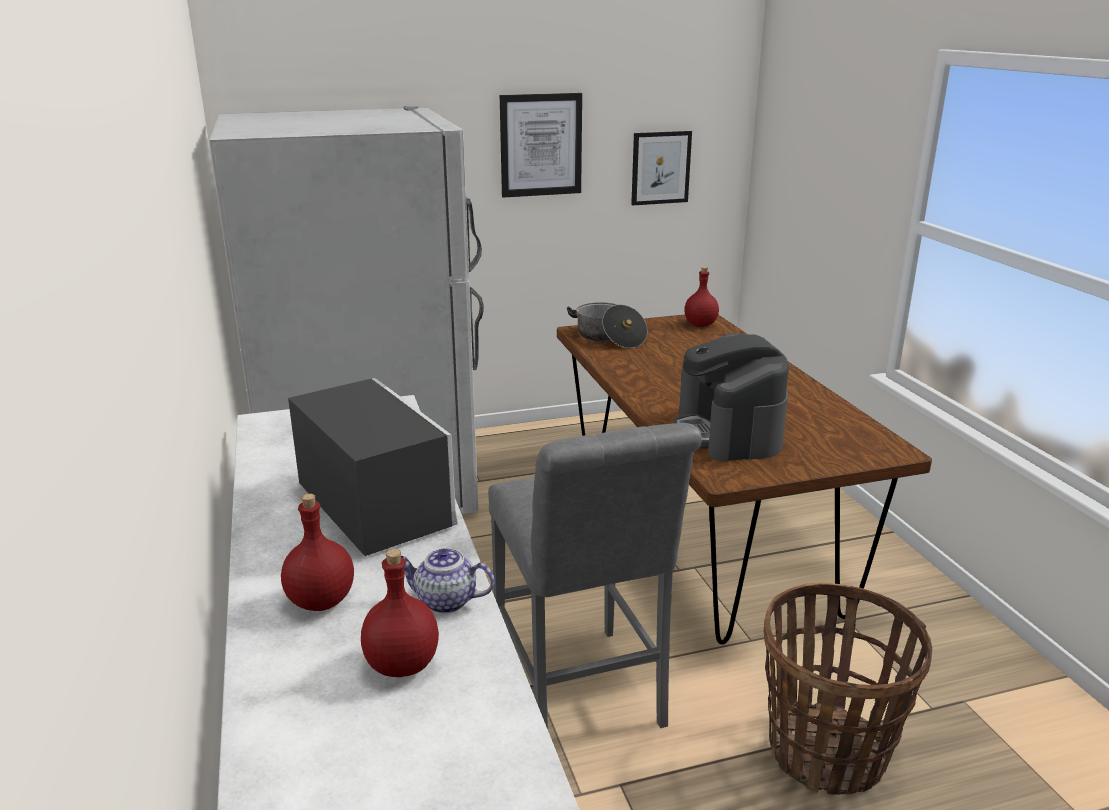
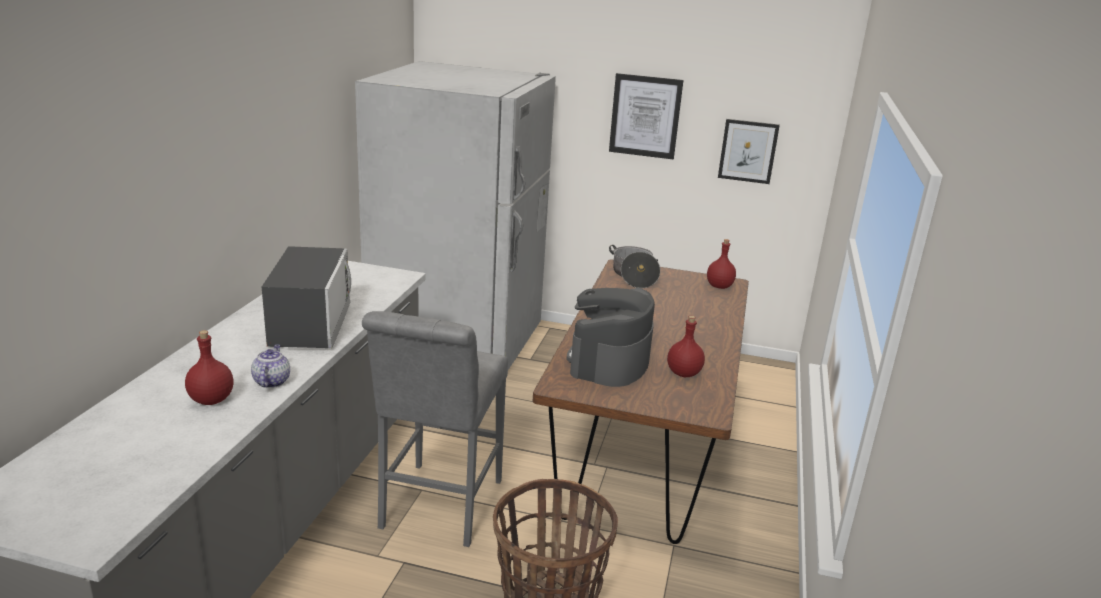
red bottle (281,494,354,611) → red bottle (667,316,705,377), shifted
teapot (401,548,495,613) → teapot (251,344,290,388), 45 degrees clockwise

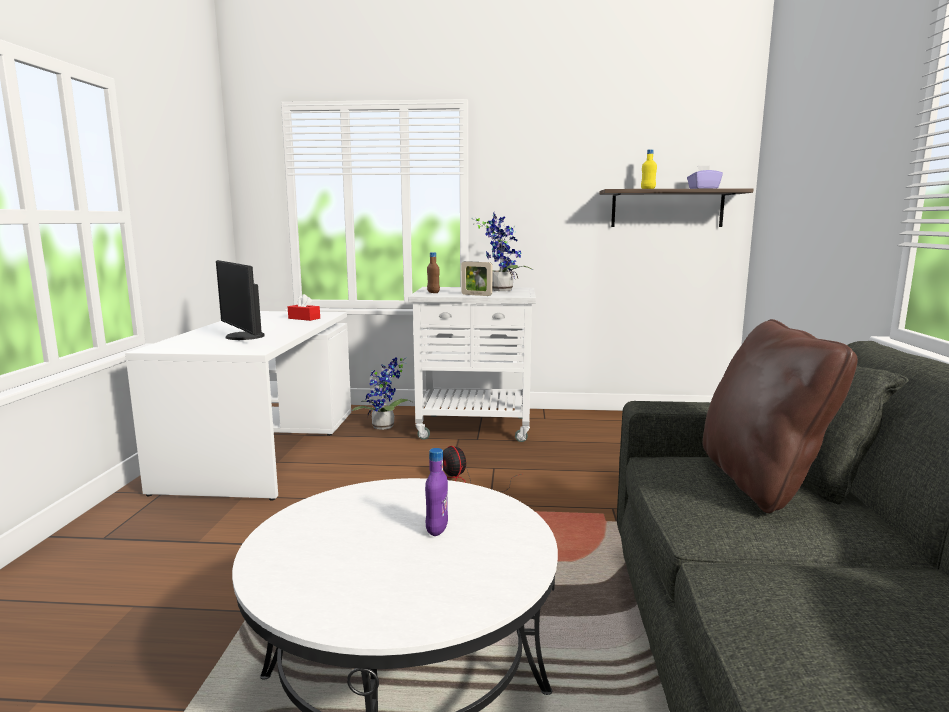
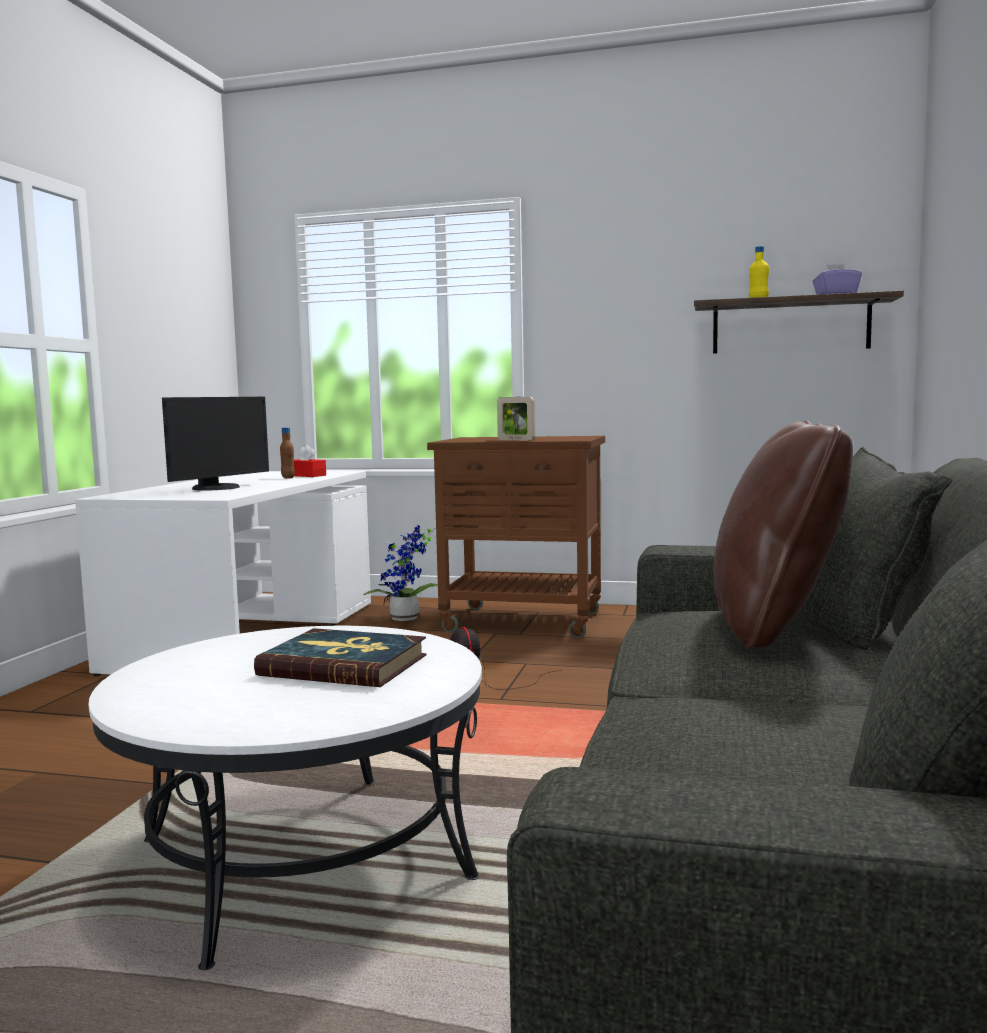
potted plant (472,212,533,291) → -
brown bottle (427,252,440,293) → brown bottle (280,427,295,479), shifted
monitor (216,260,265,340) → monitor (162,397,269,491), 120 degrees counterclockwise
white-coloured wheeled cart (408,287,536,442) → brown wheeled cart (427,436,605,638)
purplish bottle (425,448,448,536) → book (254,628,427,687)

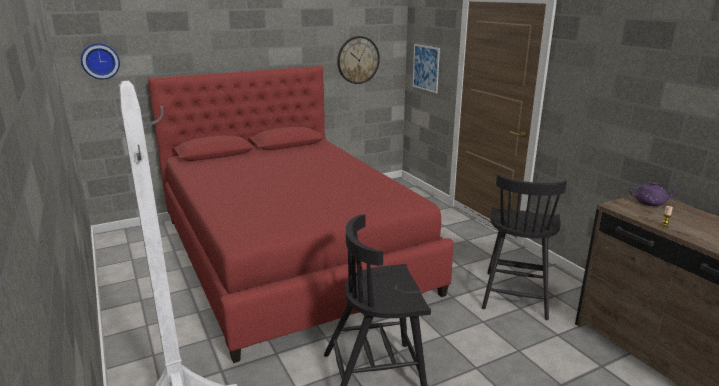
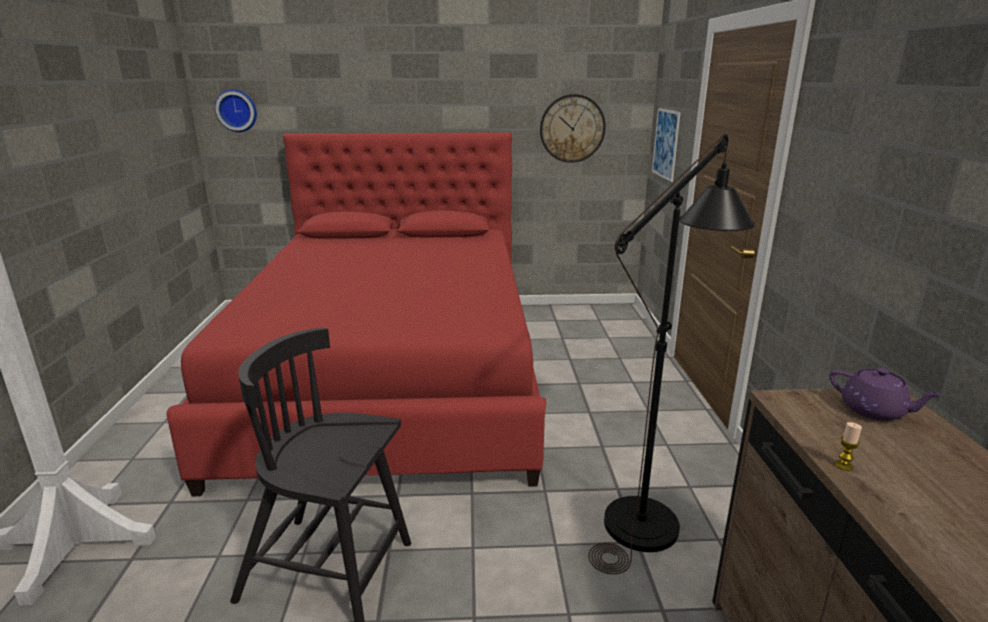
blackish plain chair (482,174,567,320) → blackish floor lamp (588,134,755,574)

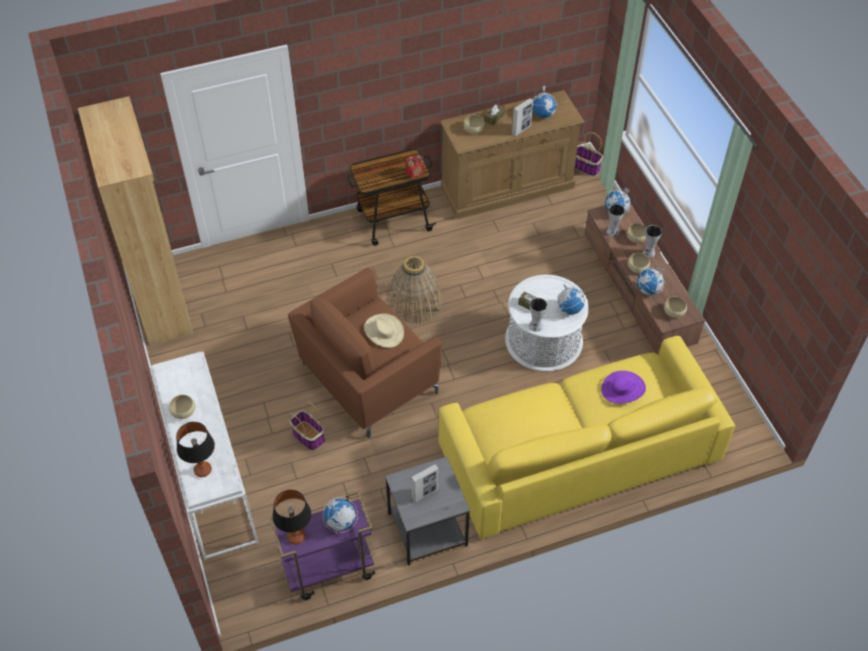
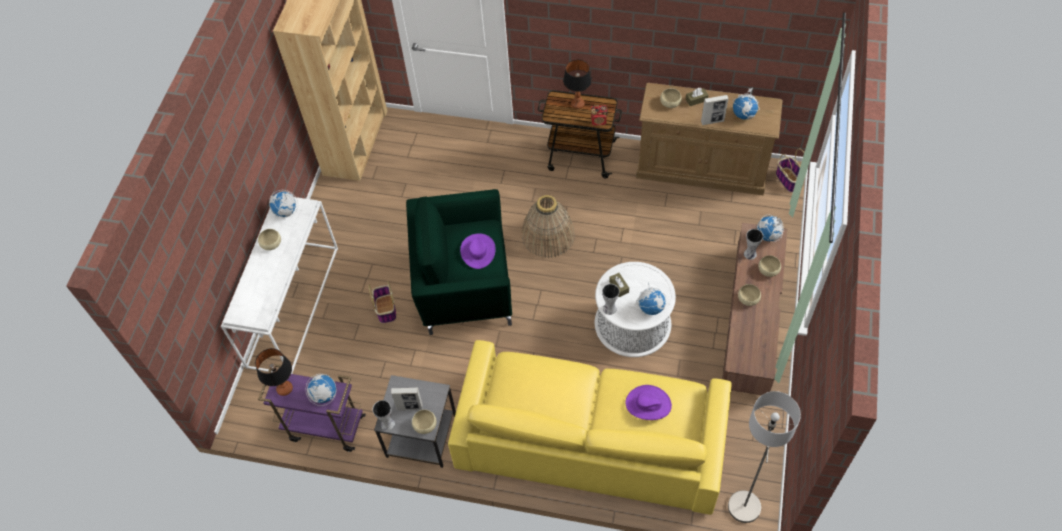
decorative vase (642,225,662,258) → decorative vase (373,400,395,431), shifted
desk globe (637,267,664,295) → desk globe (269,190,298,217), shifted
brown easy chair (288,268,442,438) → green easy chair (406,189,512,335)
beige-coloured bowl (664,296,687,318) → beige-coloured bowl (412,410,437,434), shifted
beige-coloured wearable hat (364,314,404,348) → purplish wearable hat (460,233,496,269)
tabletop lamp (176,422,215,477) → tabletop lamp (563,60,592,109), shifted
- → greyish floor lamp (728,391,801,523)

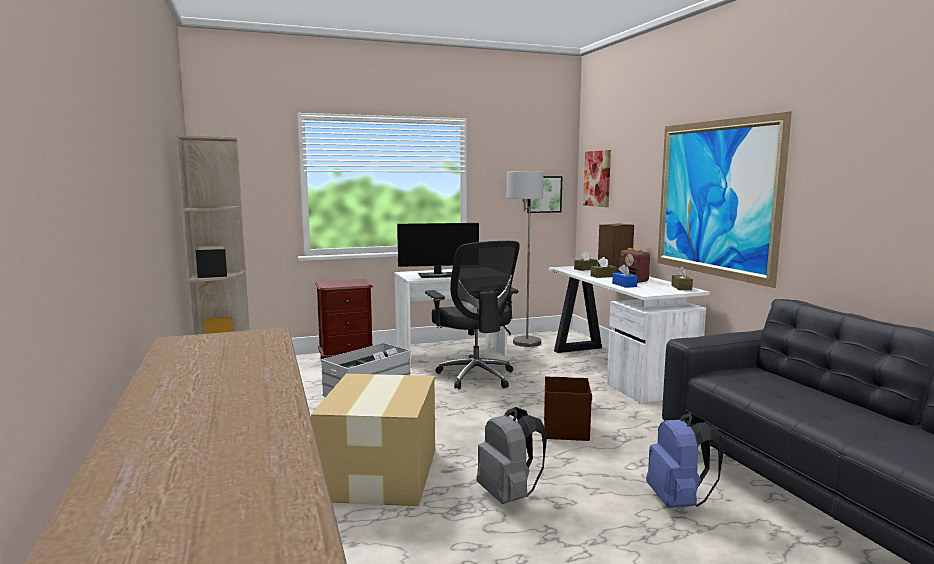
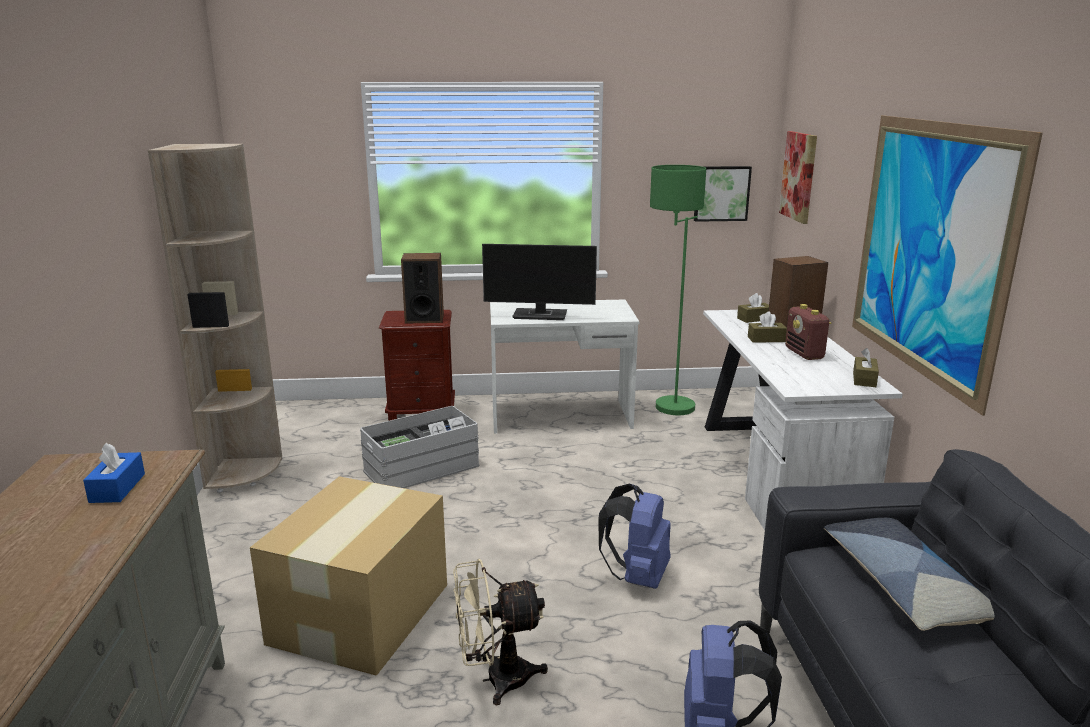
greyish floor lamp (507,172,544,347) → green floor lamp (650,165,706,415)
computer chair (425,241,520,389) → -
blue tissue box (612,264,638,288) → blue tissue box (83,443,145,503), shifted
brown storage container (544,376,592,441) → blue backpack (598,483,671,589)
greyish backpack (476,407,547,504) → beige-coloured cooling fan (453,559,548,706)
- → speaker (401,253,444,324)
- → cushion (824,518,994,631)

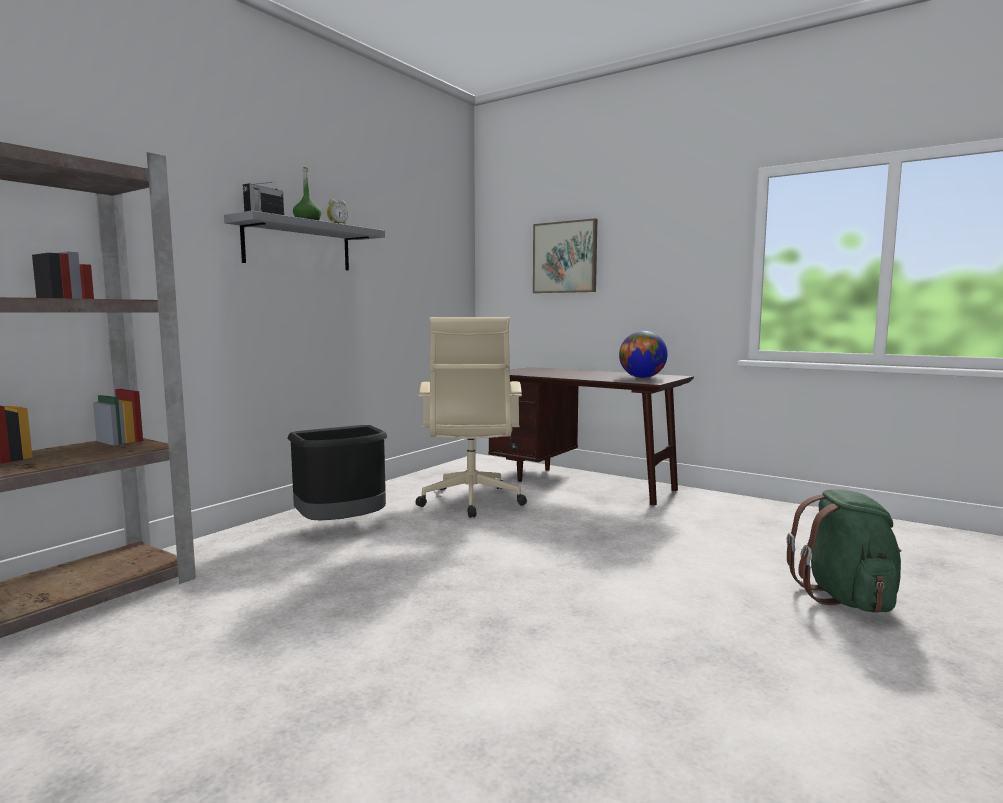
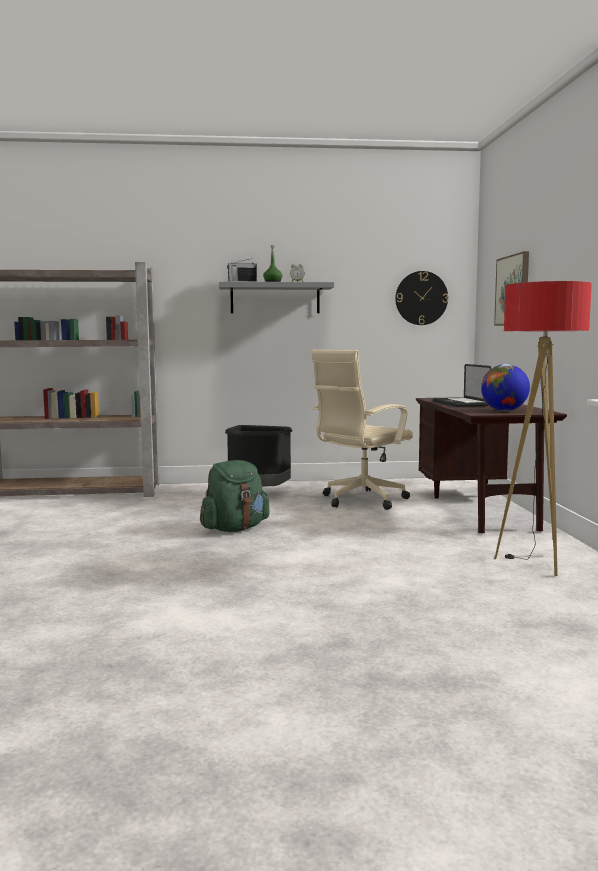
green backpack (787,489,902,613) → green backpack (200,460,270,532), shifted
- → clock on the wall (395,271,448,325)
- → floor lamp (494,281,592,576)
- → portable computer (433,364,491,407)

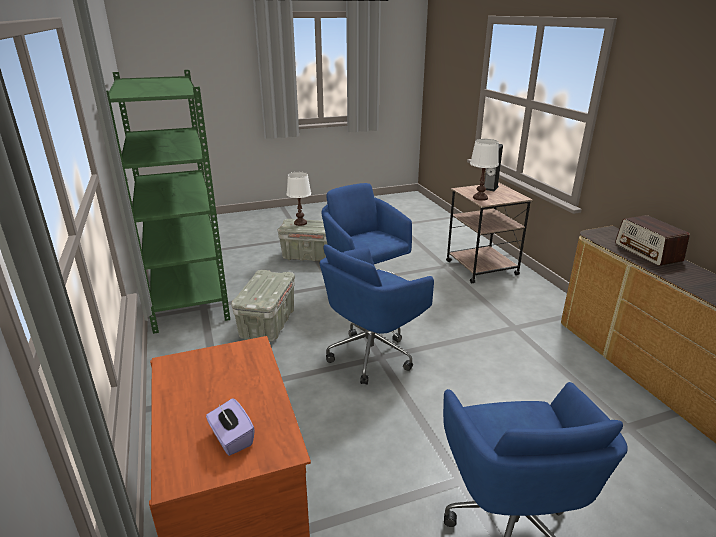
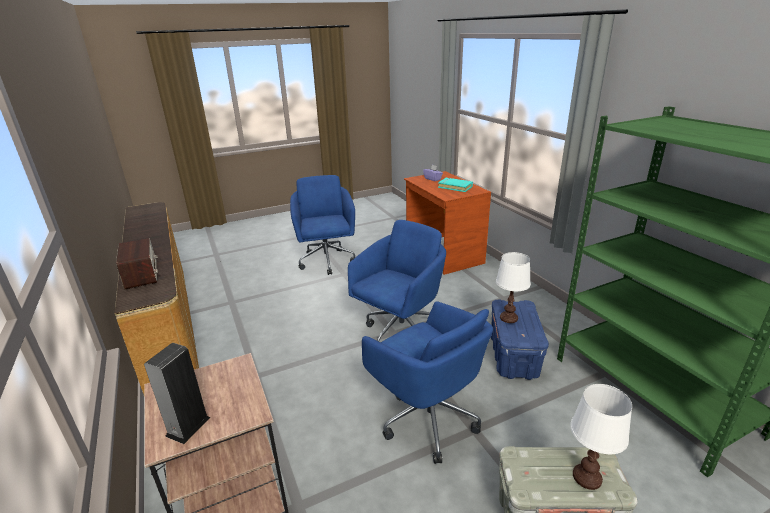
white-coloured tabletop lamp (470,139,499,201) → white-coloured tabletop lamp (496,252,531,323), shifted
greyish storage container (231,270,295,342) → blue storage container (491,300,549,380)
- → turquoise book (438,178,473,192)

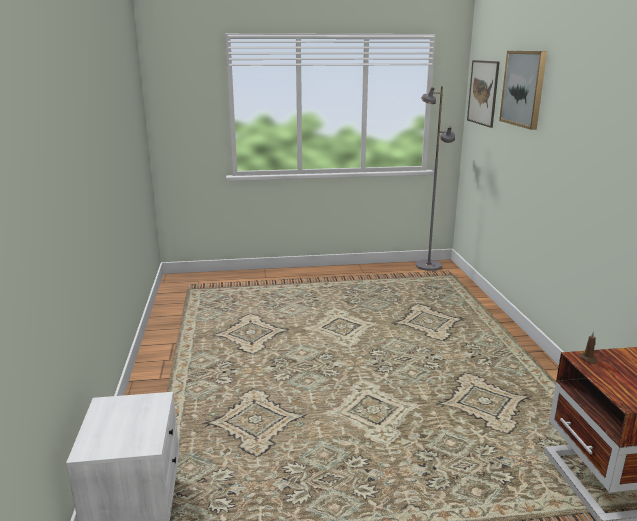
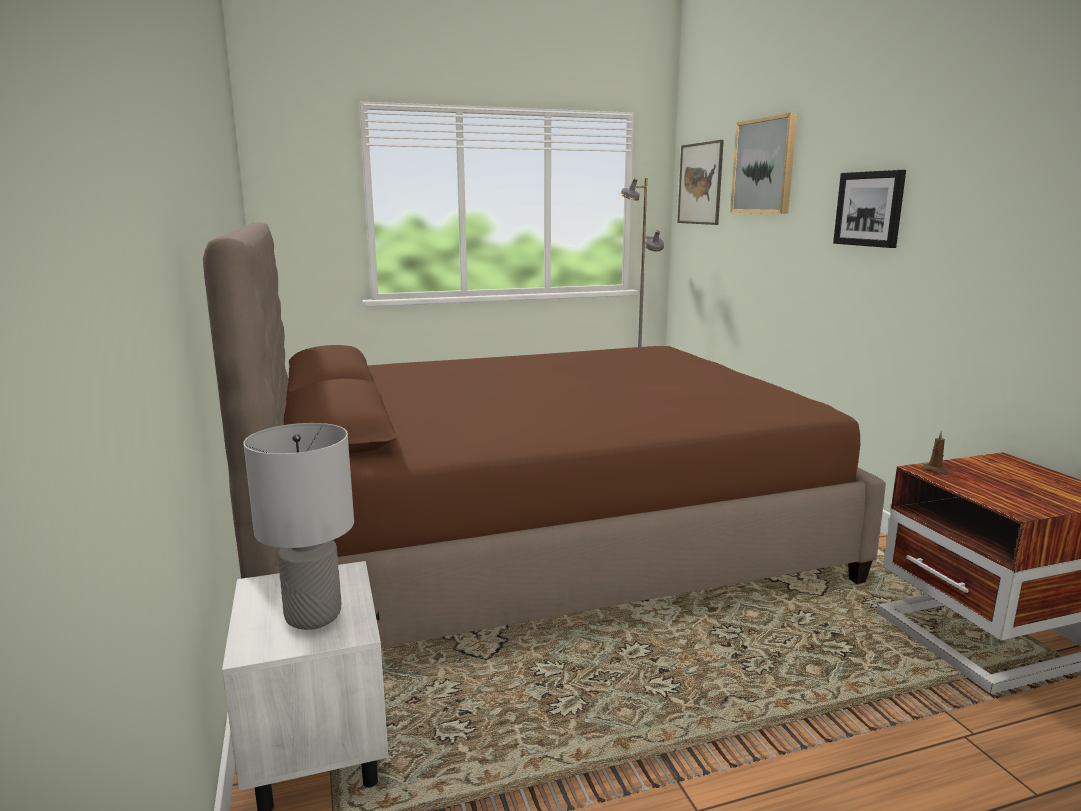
- → wall picture (833,170,906,248)
- → brown bedroom bed (203,222,886,648)
- → greyish tabletop lamp (243,423,354,630)

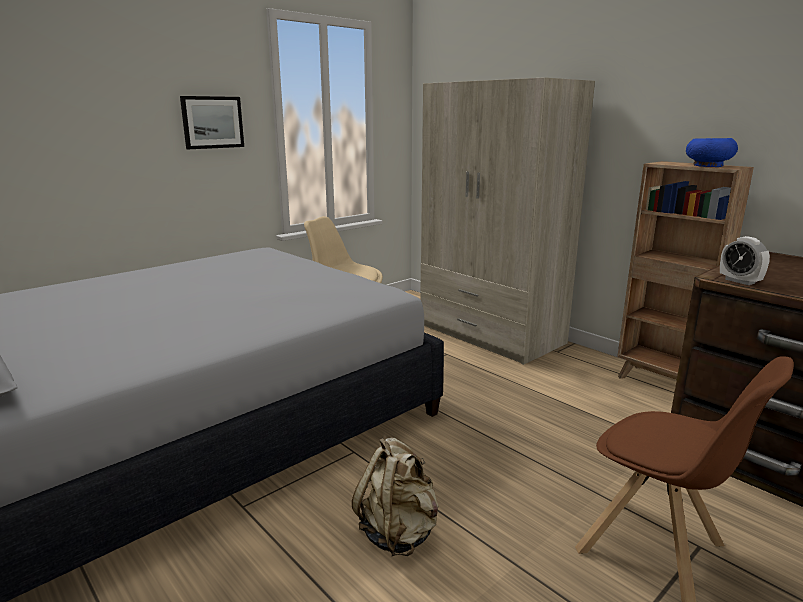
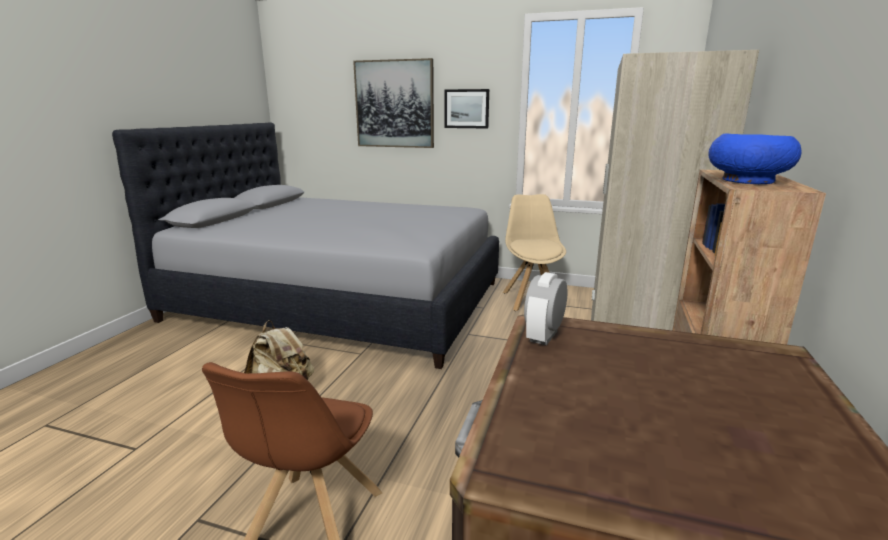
- → wall picture (353,58,434,148)

